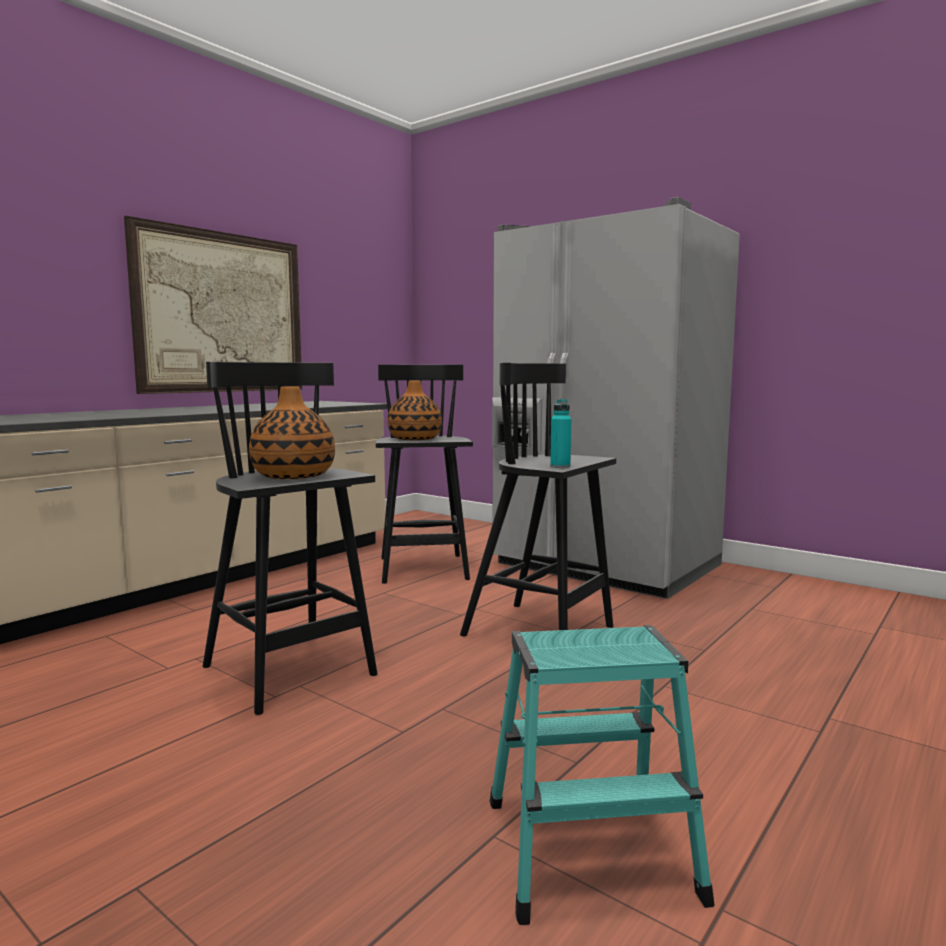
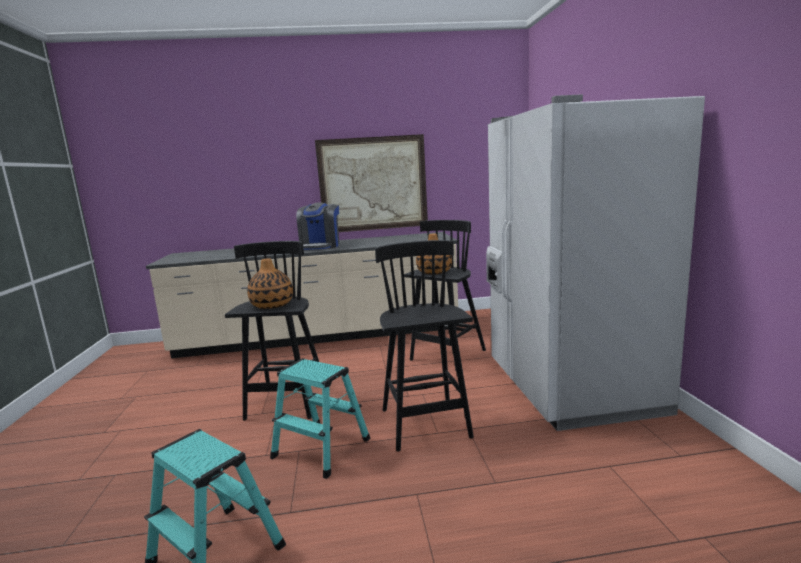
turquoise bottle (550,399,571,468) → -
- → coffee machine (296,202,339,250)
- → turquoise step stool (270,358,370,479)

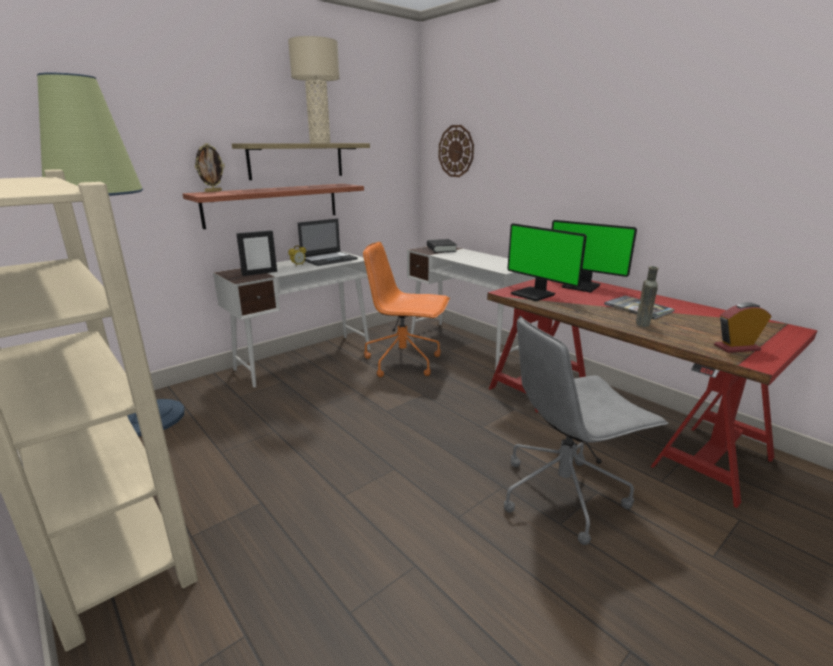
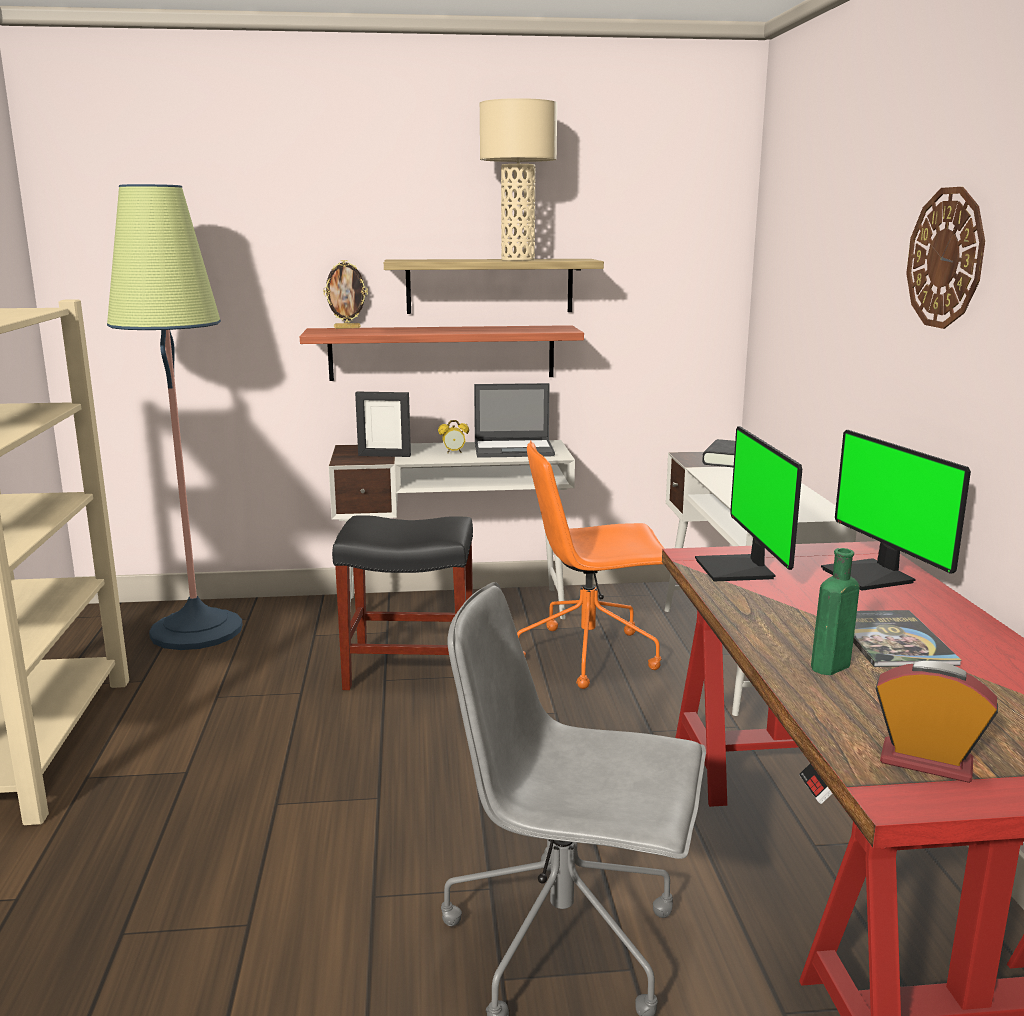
clock on the wall (439,125,474,177) → clock on the wall (906,187,985,329), shifted
orangey computer chair (363,242,450,377) → orangey computer chair (517,441,665,689), 60 degrees counterclockwise
brown bottle (636,266,659,327) → green bottle (811,548,859,675)
- → blackish stool (332,515,473,690)

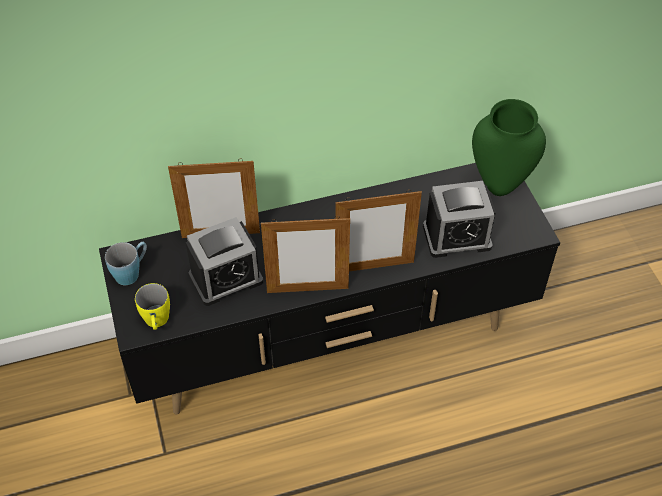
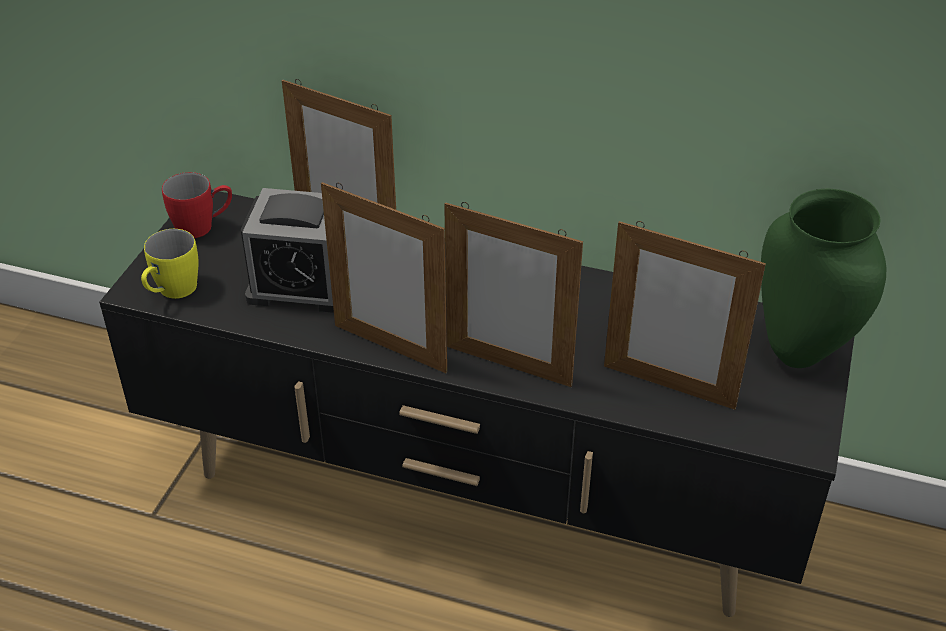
table clock (423,181,496,258) → standing frame (604,221,766,410)
blue mug (105,242,147,285) → red mug (162,172,232,238)

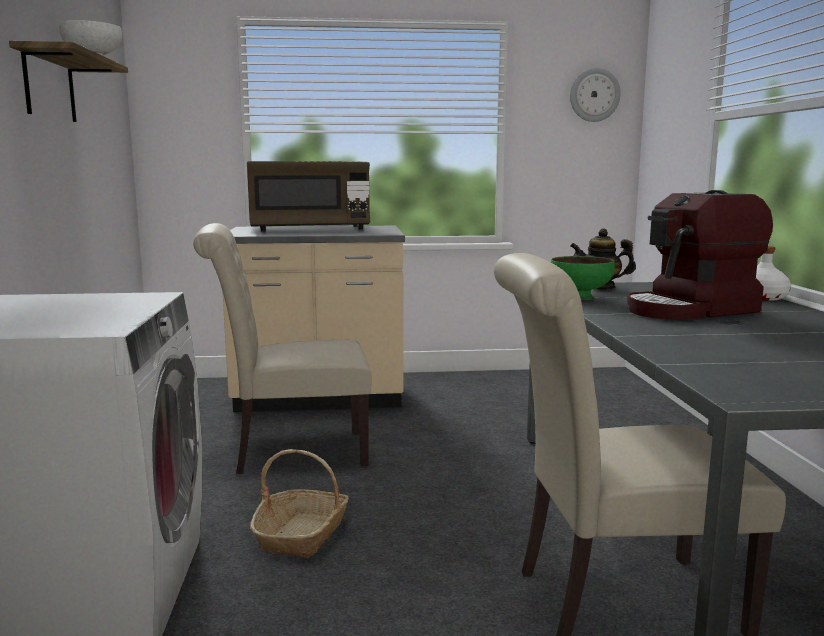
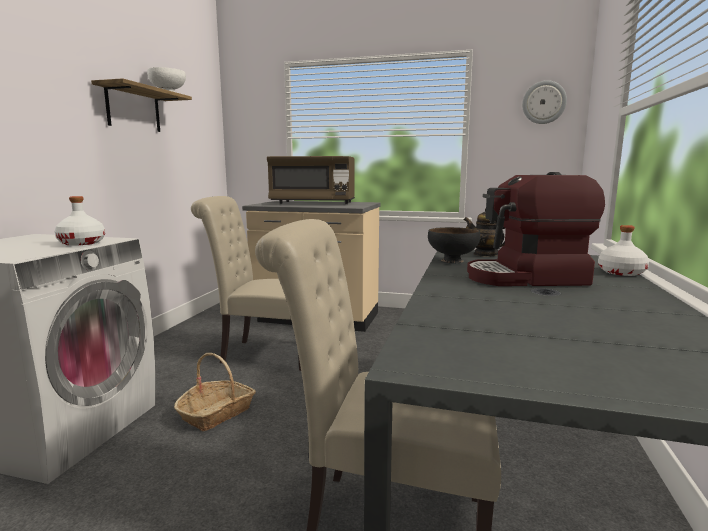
green bowl (551,256,615,300) → blackish bowl (428,227,480,263)
- → white-coloured bottle (55,196,105,246)

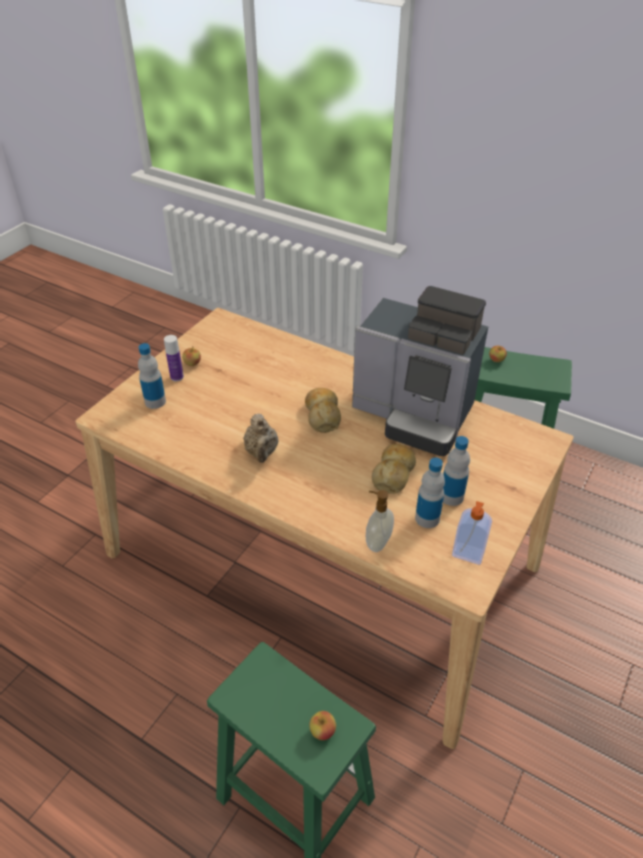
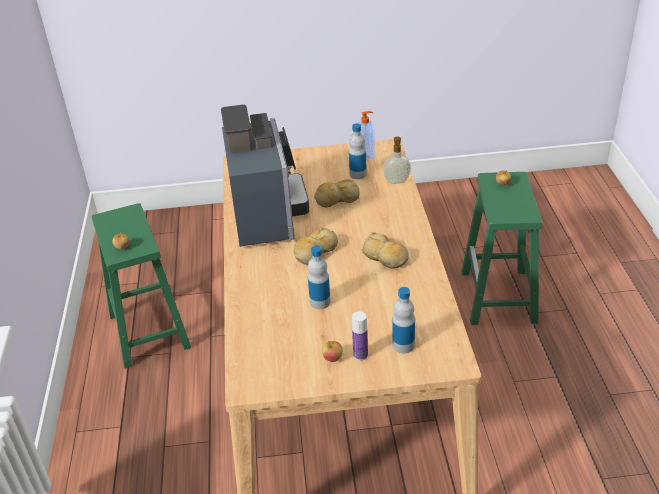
beige-coloured teapot (243,413,278,463) → bread (362,232,409,268)
bottle (443,436,470,506) → bottle (308,246,331,309), shifted

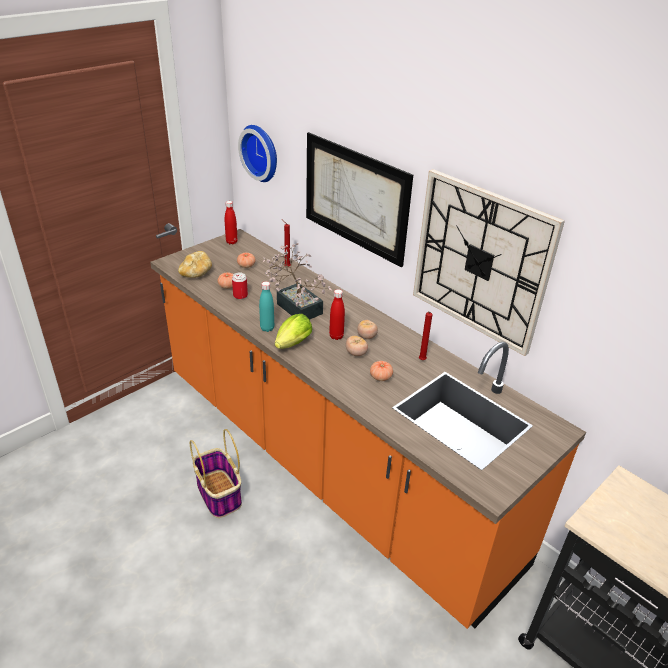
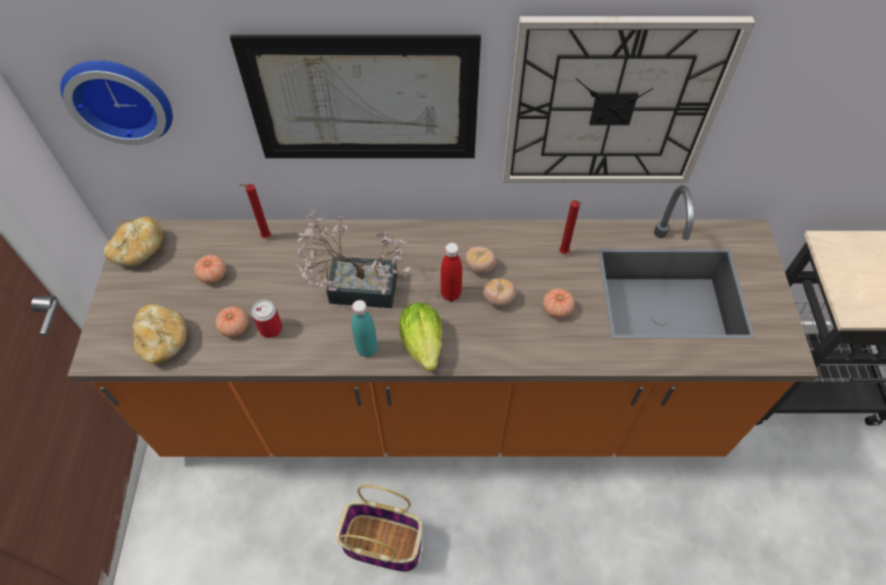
red bottle (225,201,238,244) → bread (104,217,163,266)

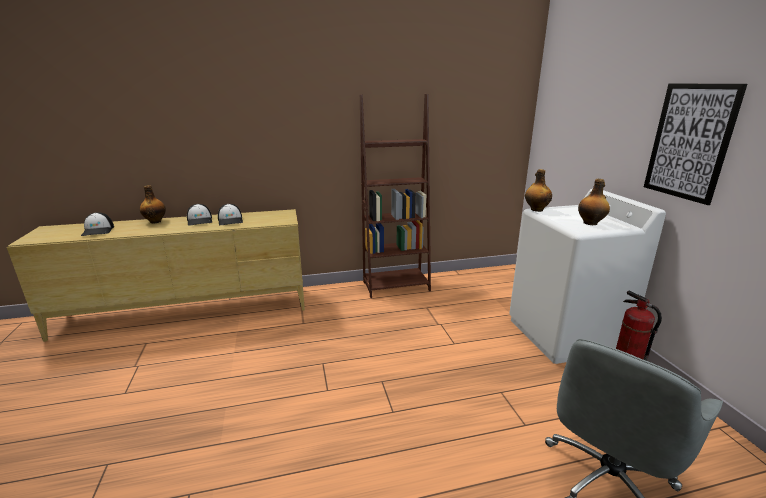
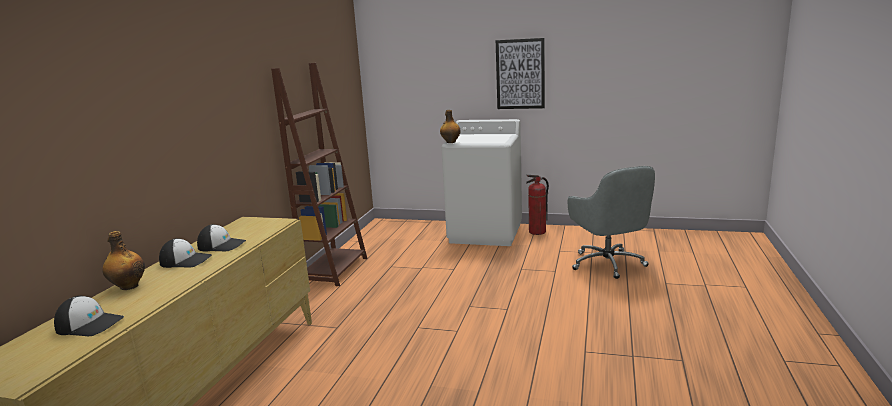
bottle (578,179,610,225) → -

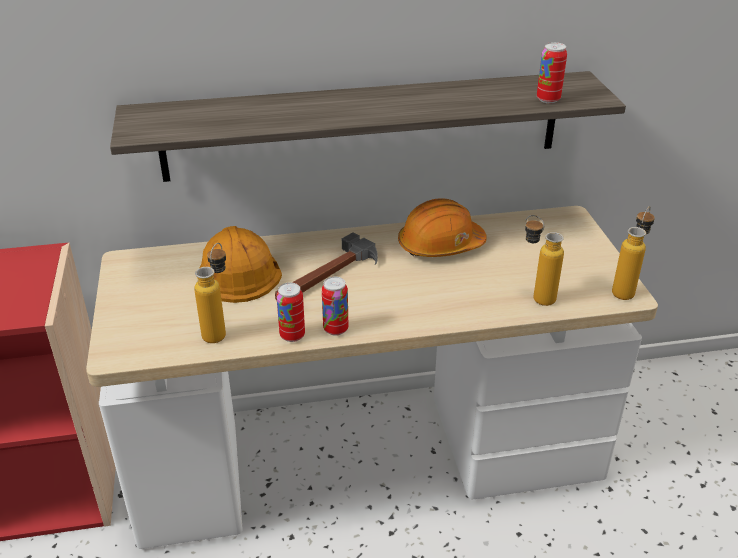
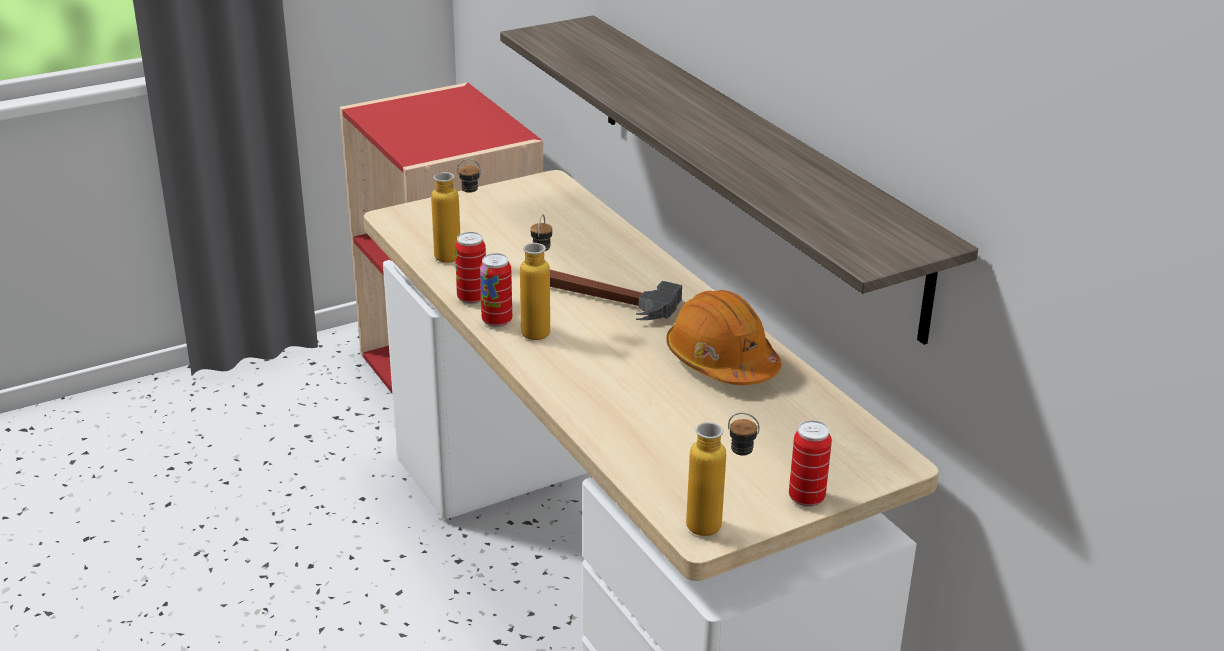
sealed can (537,42,567,103) → sealed can (789,420,832,507), shifted
bottle (525,215,564,306) → bottle (520,214,552,340), shifted
orangey work helmet (199,226,282,303) → -

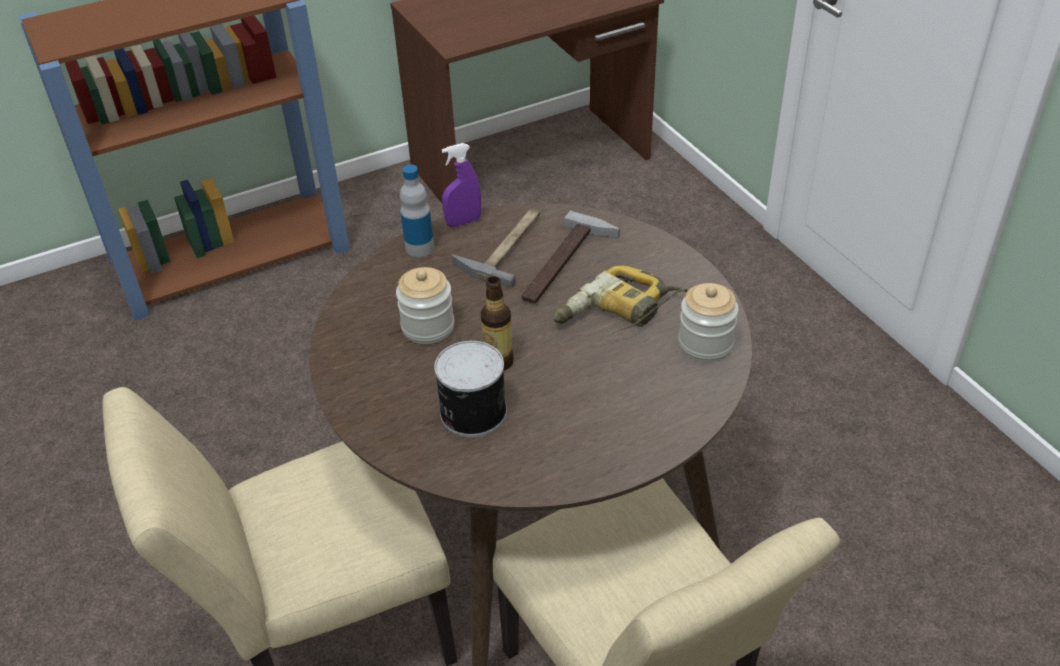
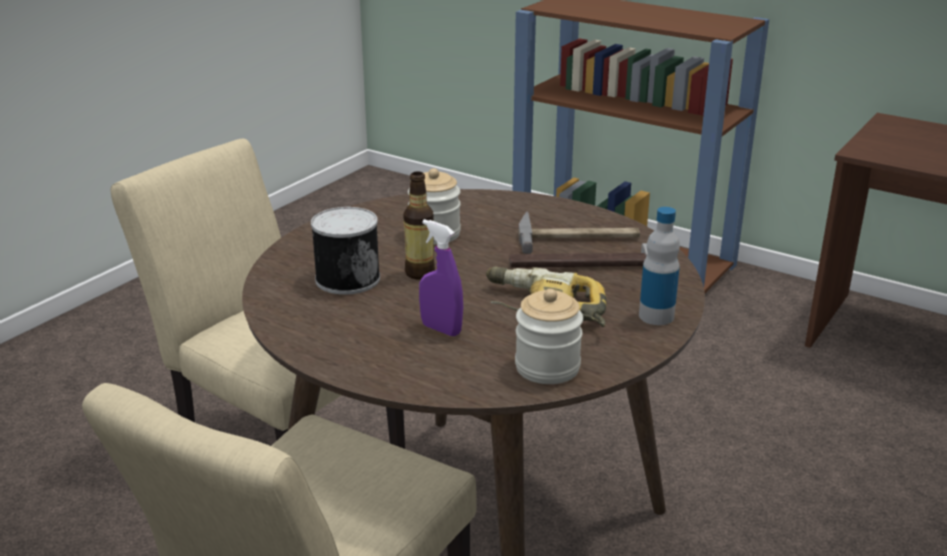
purplish sprayer (442,143,481,227) → purplish sprayer (419,219,463,336), shifted
bottle (400,165,434,257) → bottle (639,207,680,325), shifted

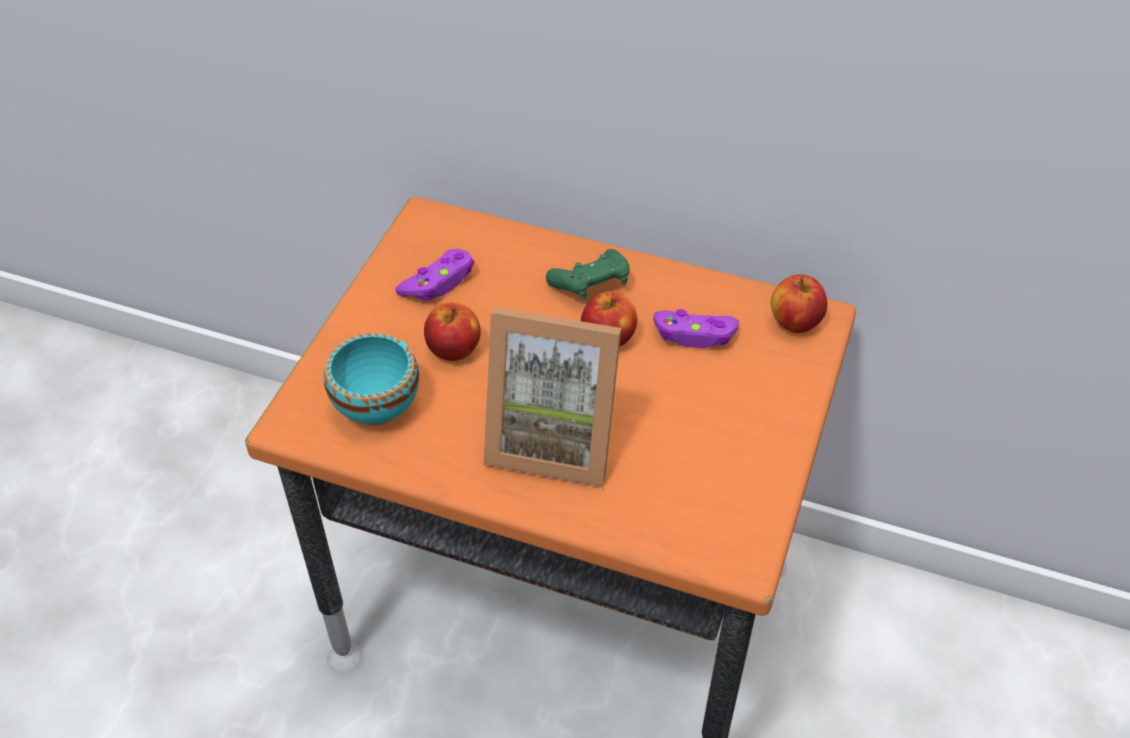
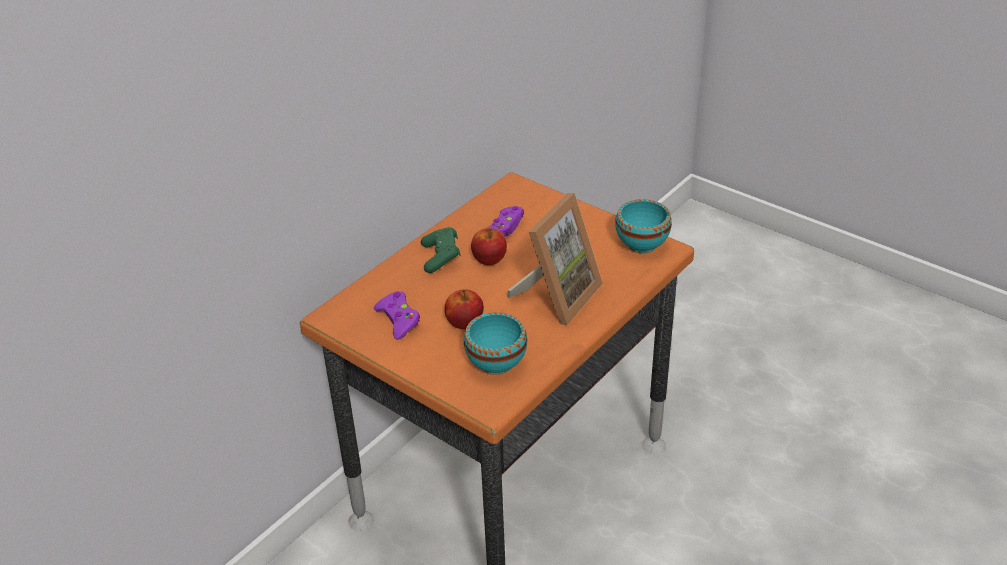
apple fruit (771,274,827,333) → -
- → turquoise bowl (615,199,672,254)

